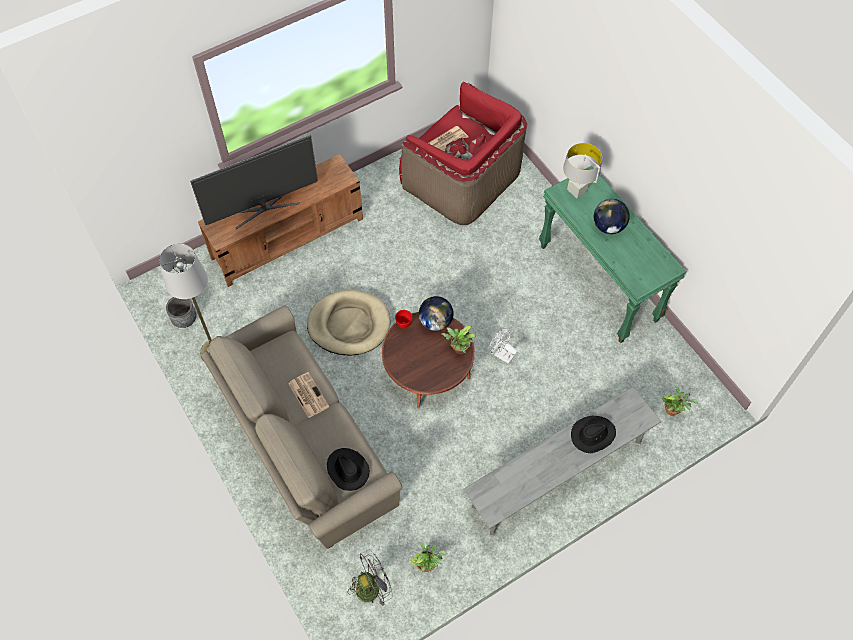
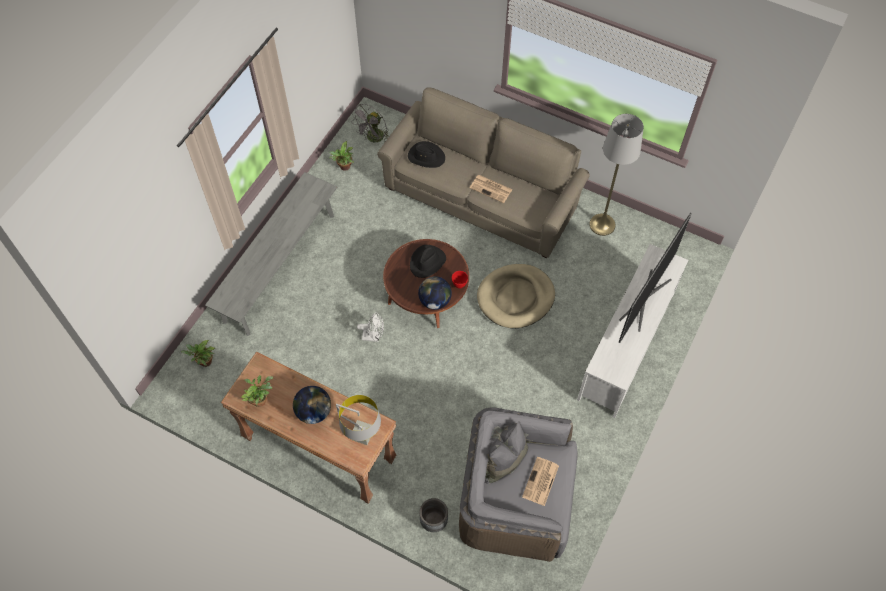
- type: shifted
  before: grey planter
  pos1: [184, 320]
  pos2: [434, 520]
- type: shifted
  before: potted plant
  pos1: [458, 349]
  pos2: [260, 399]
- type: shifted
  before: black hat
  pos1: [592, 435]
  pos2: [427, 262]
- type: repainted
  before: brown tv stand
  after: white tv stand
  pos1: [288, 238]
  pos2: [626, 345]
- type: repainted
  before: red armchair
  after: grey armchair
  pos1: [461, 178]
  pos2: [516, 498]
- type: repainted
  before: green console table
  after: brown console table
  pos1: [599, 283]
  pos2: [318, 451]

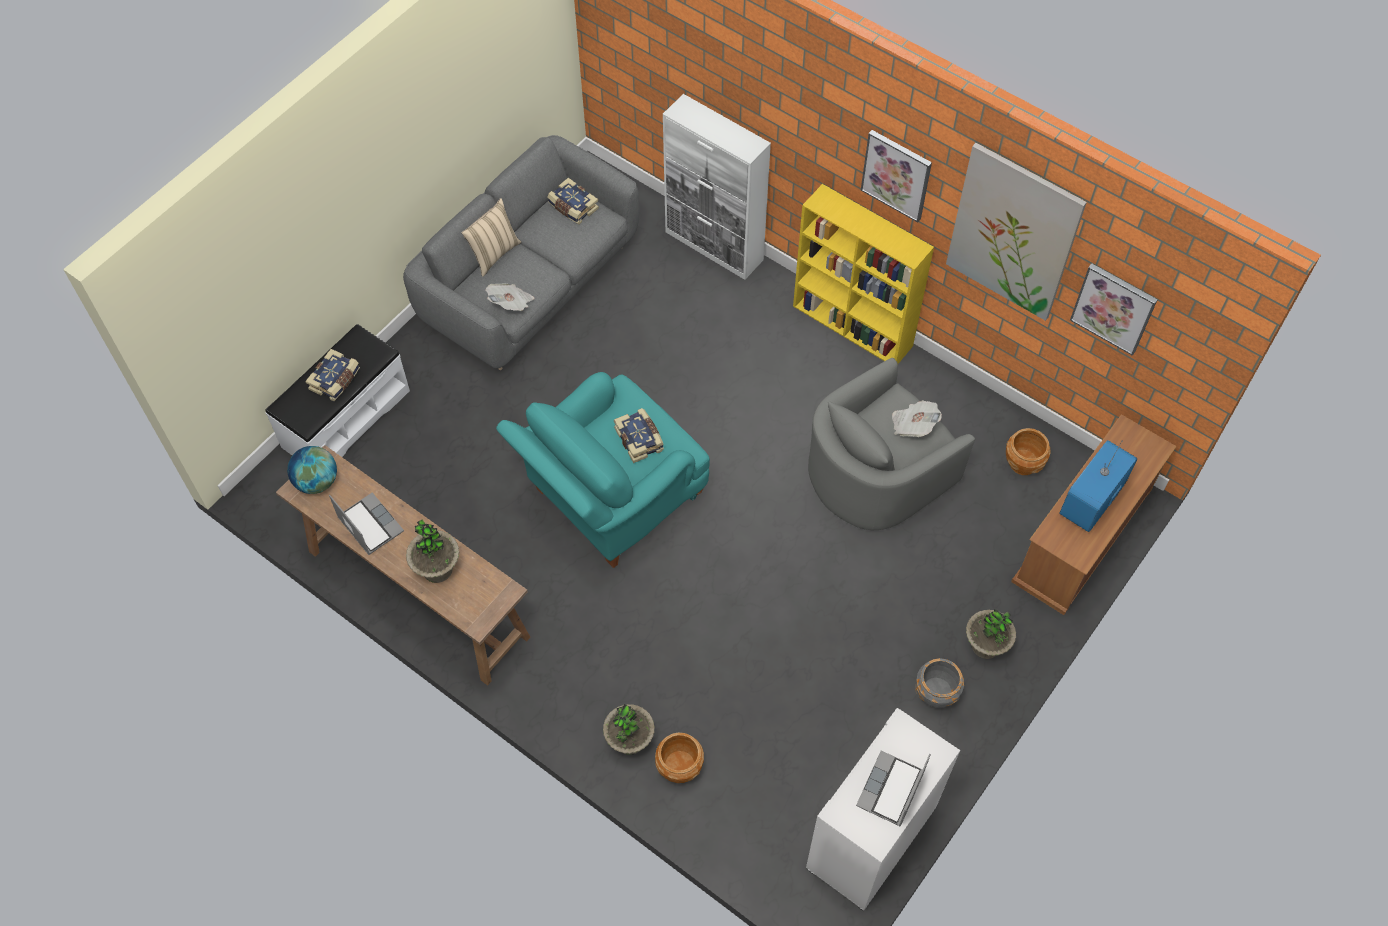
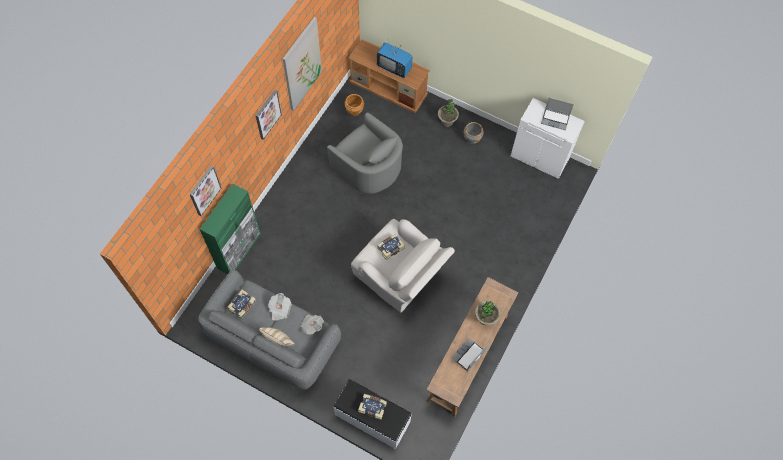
- type: gone
  before: globe
  pos1: [317, 481]
- type: gone
  before: potted plant
  pos1: [629, 740]
- type: gone
  before: brown planter
  pos1: [679, 767]
- type: gone
  before: yellow bookcase
  pos1: [853, 326]
- type: shifted
  before: newspaper
  pos1: [913, 425]
  pos2: [279, 309]
- type: shifted
  before: picture
  pos1: [1113, 308]
  pos2: [204, 190]
- type: repainted
  before: turquoise armchair
  after: white armchair
  pos1: [610, 498]
  pos2: [400, 278]
- type: repainted
  before: white cabinet
  after: green cabinet
  pos1: [714, 246]
  pos2: [239, 250]

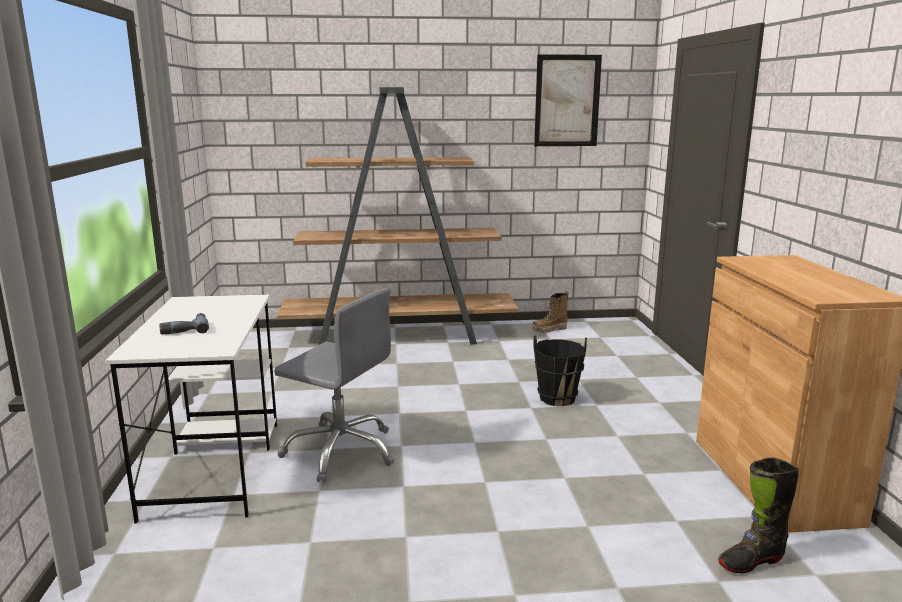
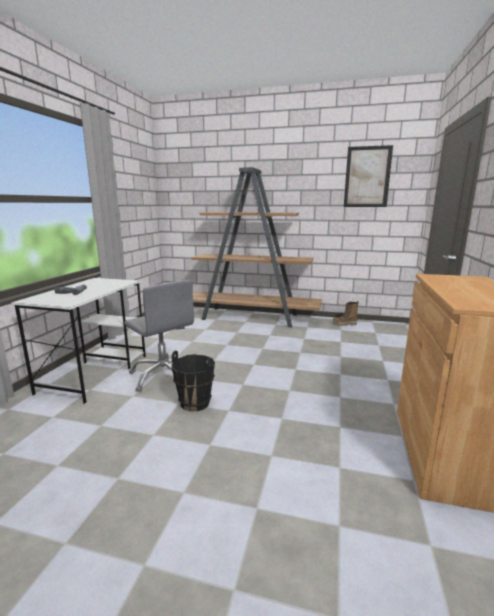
- type: gone
  before: black boot
  pos1: [751, 561]
- type: shifted
  before: black bucket
  pos1: [557, 398]
  pos2: [195, 403]

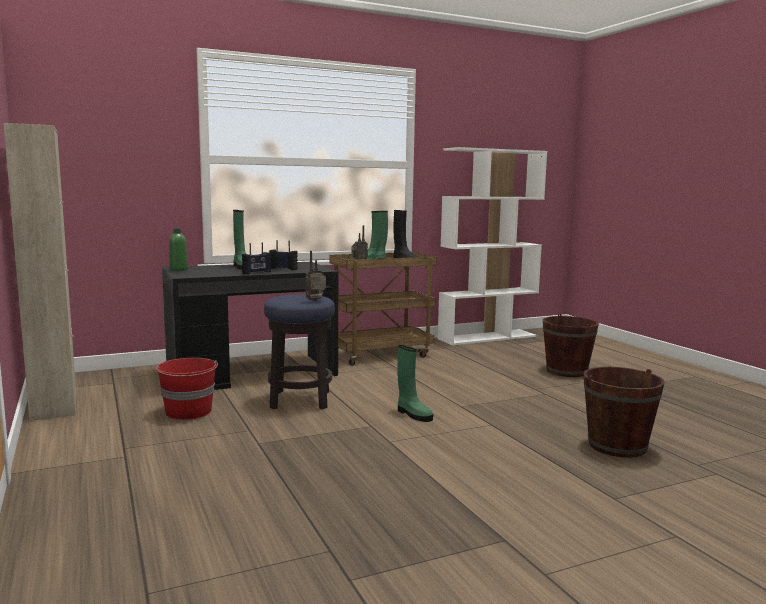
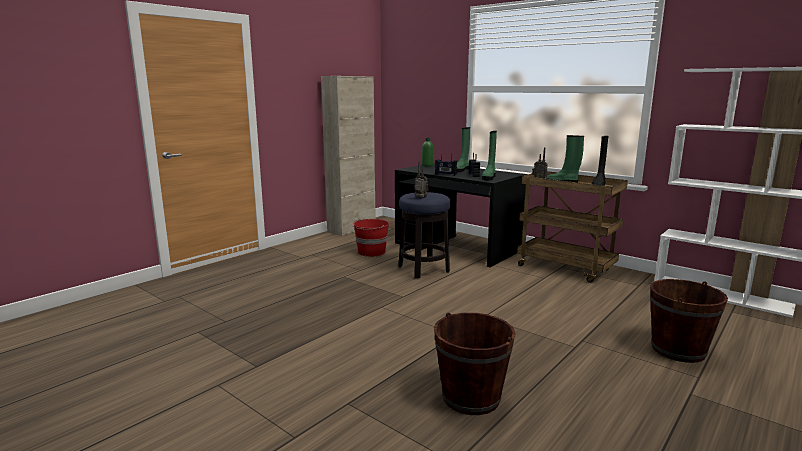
- type: shifted
  before: green boot
  pos1: [413, 414]
  pos2: [489, 177]

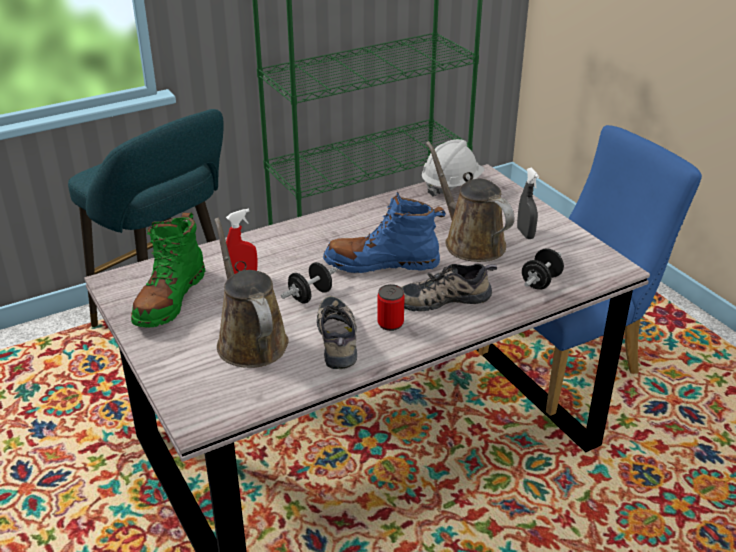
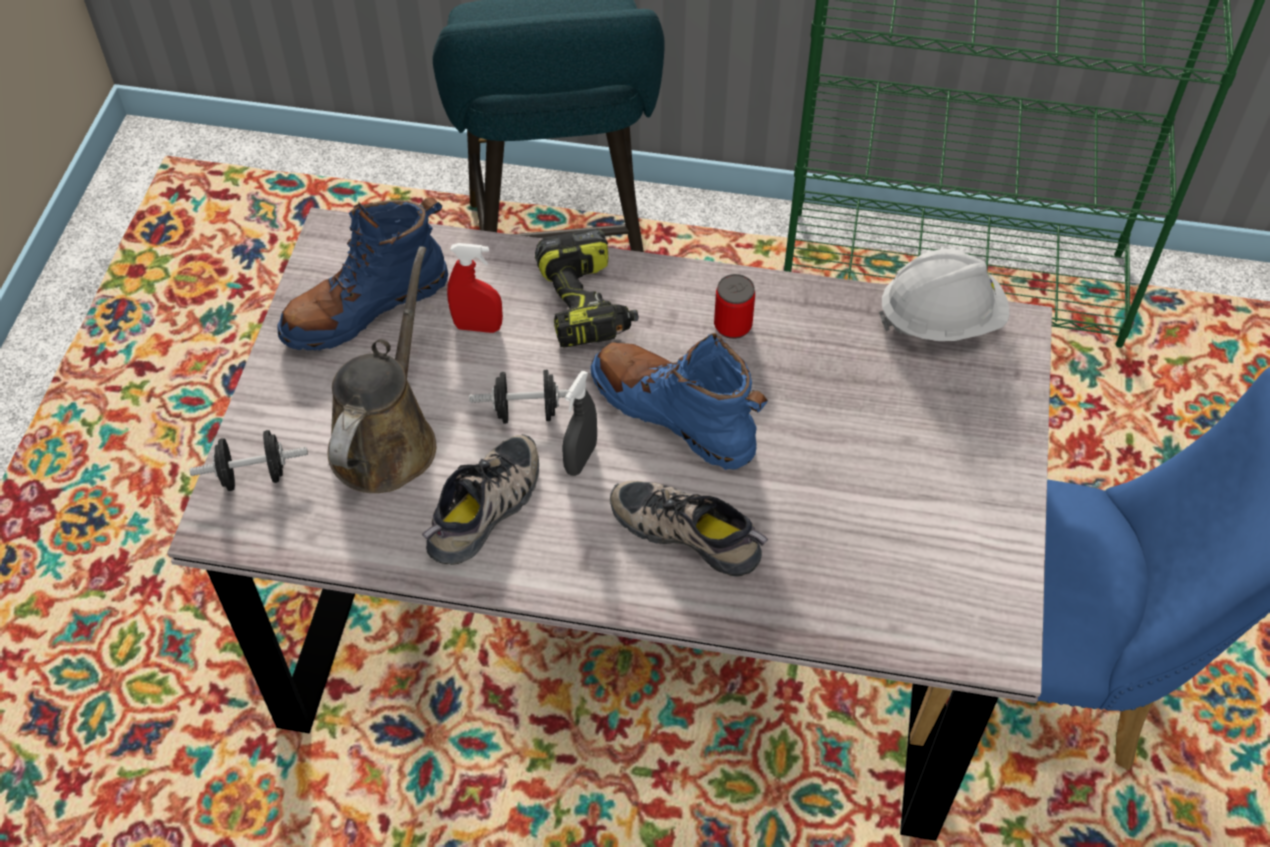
- type: gone
  before: brown watering can
  pos1: [470, 242]
- type: new
  after: power drill
  pos2: [587, 304]
- type: shifted
  before: can
  pos1: [390, 323]
  pos2: [733, 325]
- type: shifted
  before: grey spray bottle
  pos1: [525, 233]
  pos2: [580, 458]
- type: shifted
  before: black dumbbell
  pos1: [541, 282]
  pos2: [254, 475]
- type: repainted
  before: green boot
  after: blue boot
  pos1: [170, 299]
  pos2: [365, 307]

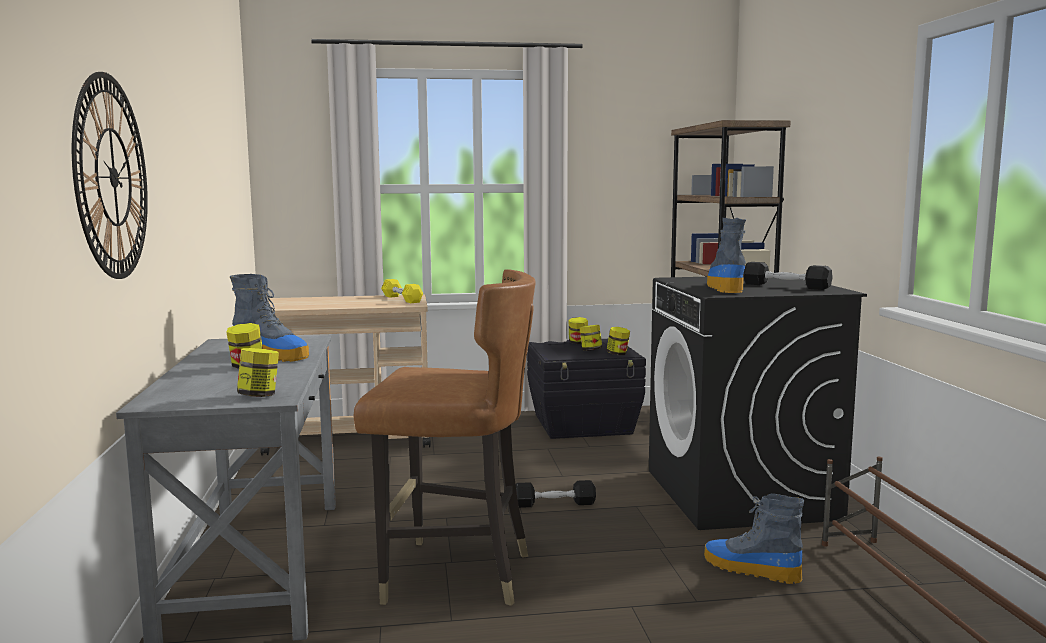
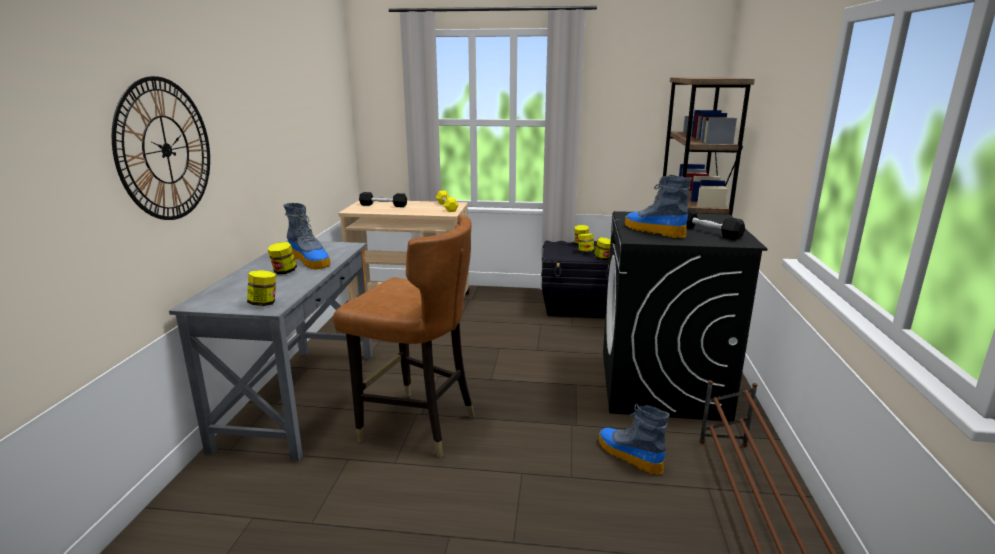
- type: shifted
  before: black dumbbell
  pos1: [554, 504]
  pos2: [383, 205]
- type: rotated
  before: boot
  pos1: [724, 288]
  pos2: [653, 231]
  turn: -60

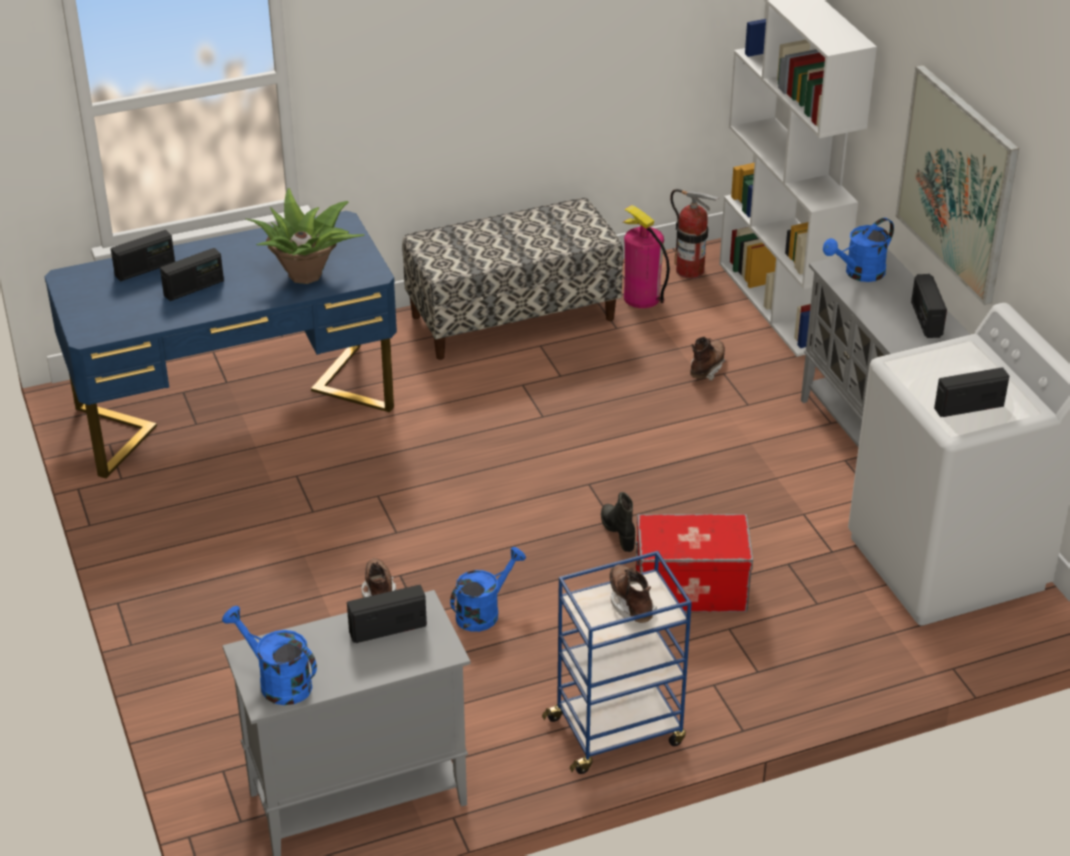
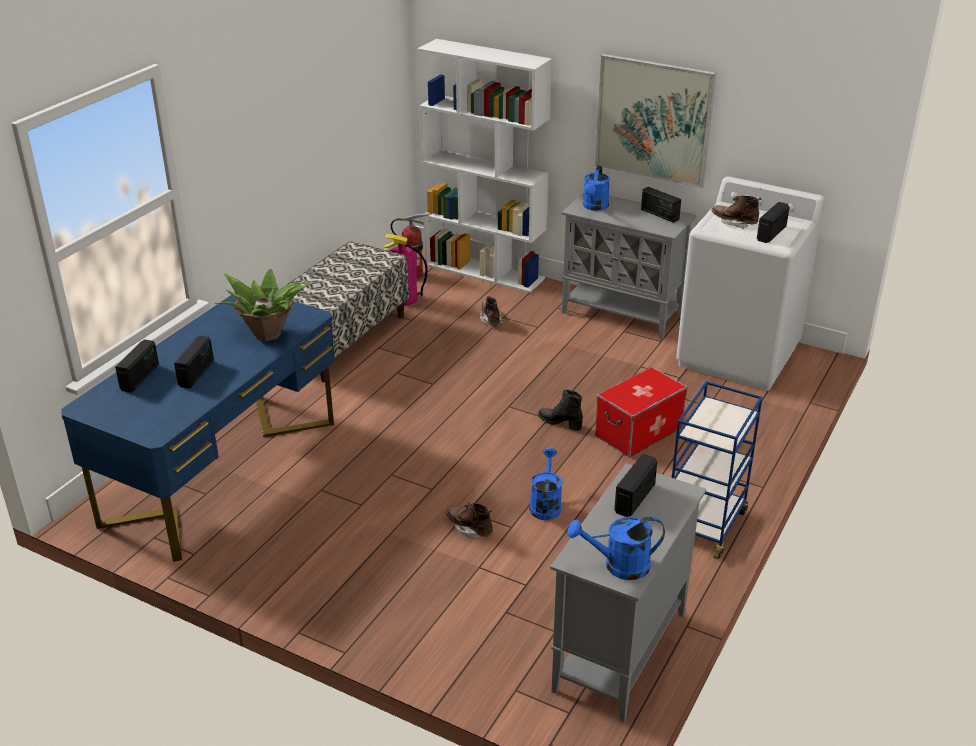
- type: shifted
  before: brown boot
  pos1: [631, 603]
  pos2: [734, 222]

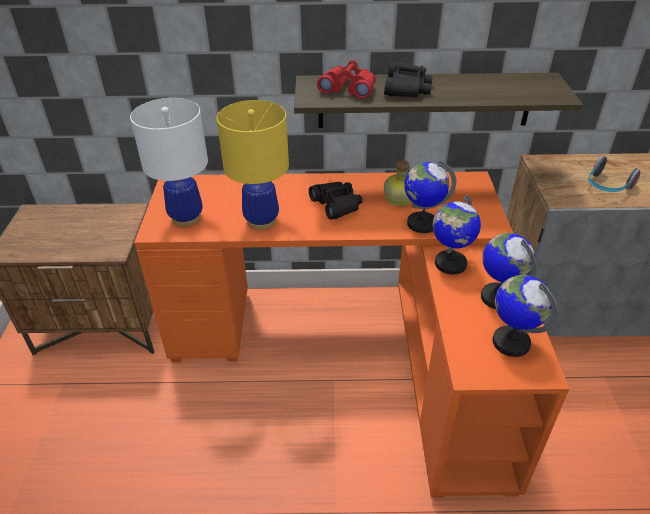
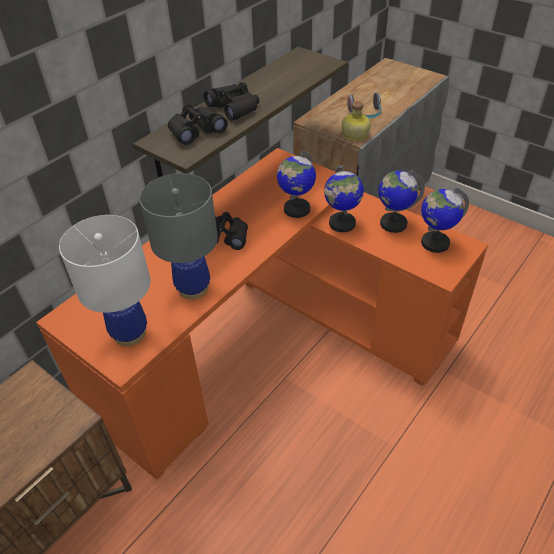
- type: shifted
  before: bottle
  pos1: [398, 198]
  pos2: [354, 135]
- type: repainted
  before: yellow table lamp
  after: grey table lamp
  pos1: [261, 221]
  pos2: [193, 288]
- type: repainted
  before: red binoculars
  after: black binoculars
  pos1: [348, 89]
  pos2: [196, 131]

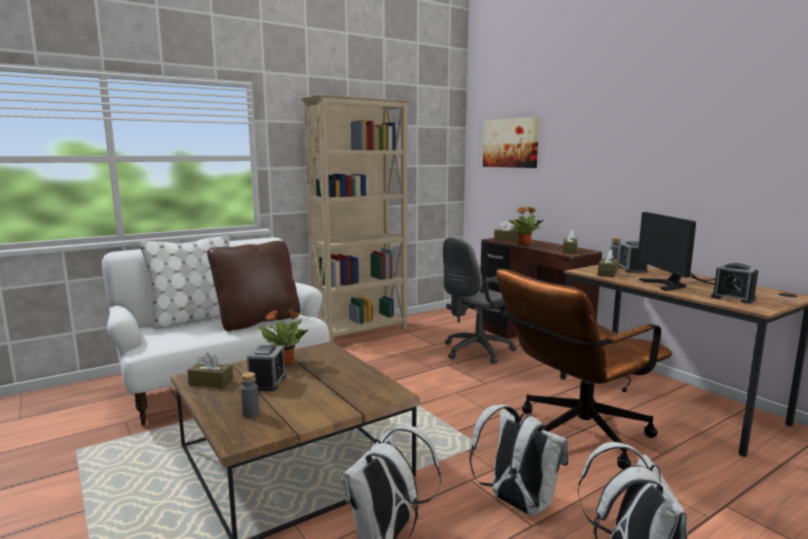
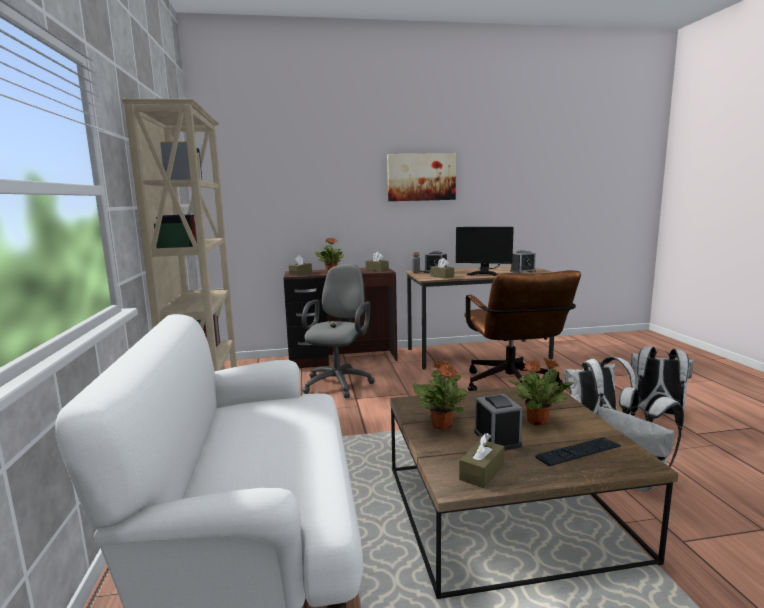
- type: gone
  before: white pillow
  pos1: [197, 318]
- type: gone
  before: brown pillow
  pos1: [258, 321]
- type: new
  after: potted plant
  pos2: [538, 421]
- type: shifted
  before: picture
  pos1: [510, 143]
  pos2: [421, 177]
- type: swapped
  before: grey bottle
  after: keyboard
  pos1: [250, 413]
  pos2: [578, 453]
- type: rotated
  before: alarm clock
  pos1: [267, 382]
  pos2: [497, 439]
  turn: 45
- type: rotated
  before: grey office chair
  pos1: [474, 351]
  pos2: [339, 382]
  turn: -150

